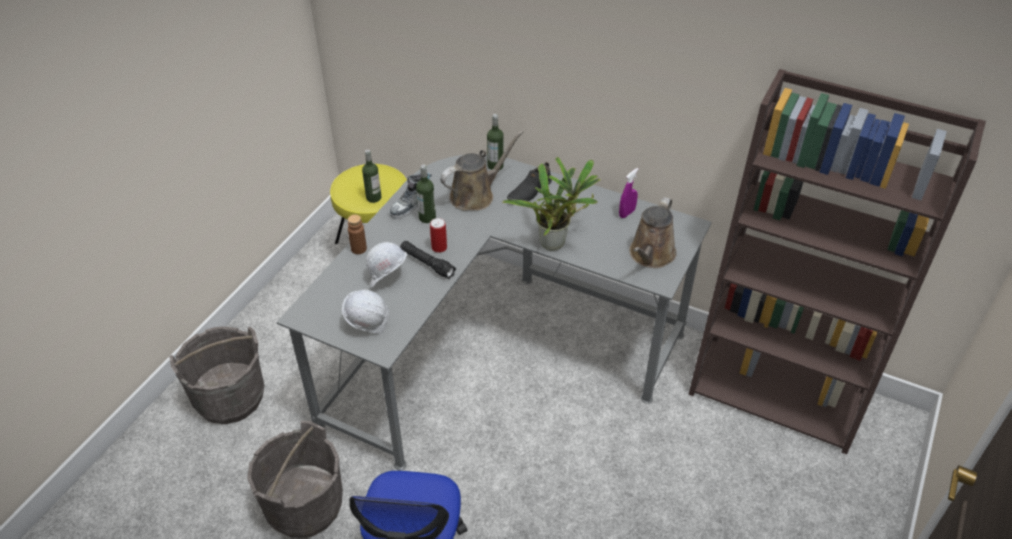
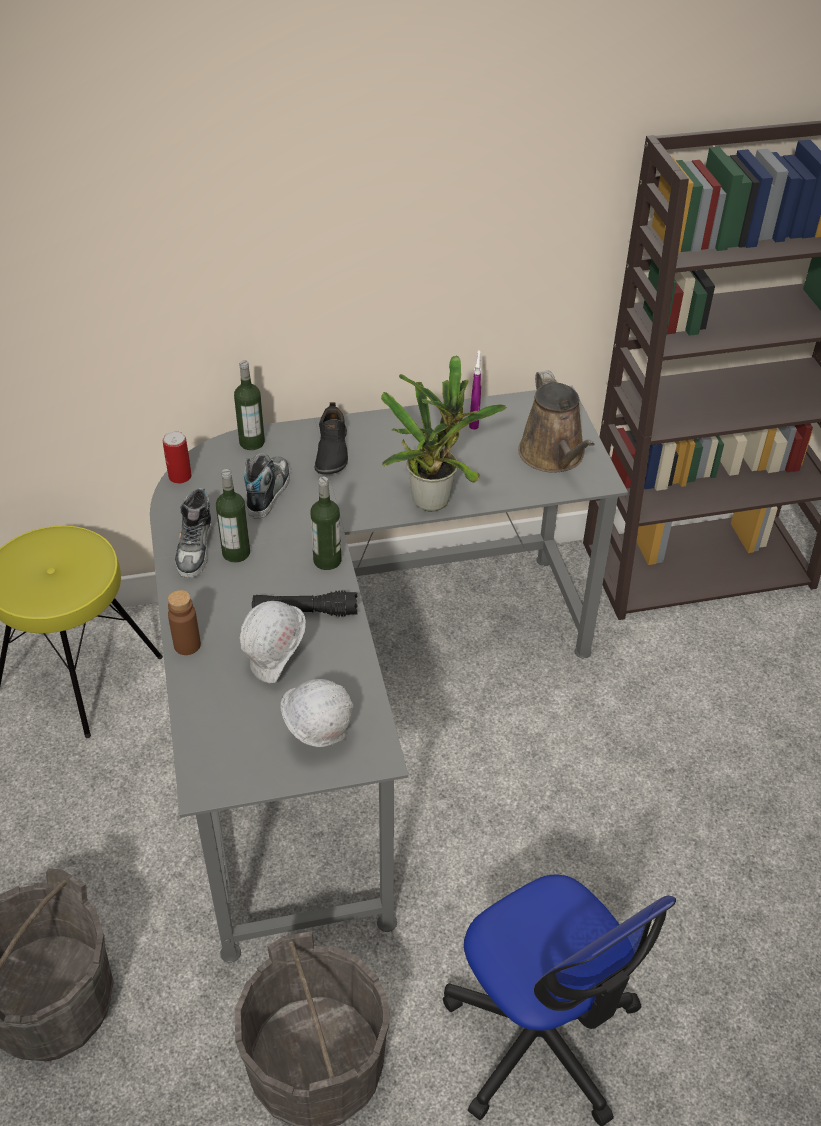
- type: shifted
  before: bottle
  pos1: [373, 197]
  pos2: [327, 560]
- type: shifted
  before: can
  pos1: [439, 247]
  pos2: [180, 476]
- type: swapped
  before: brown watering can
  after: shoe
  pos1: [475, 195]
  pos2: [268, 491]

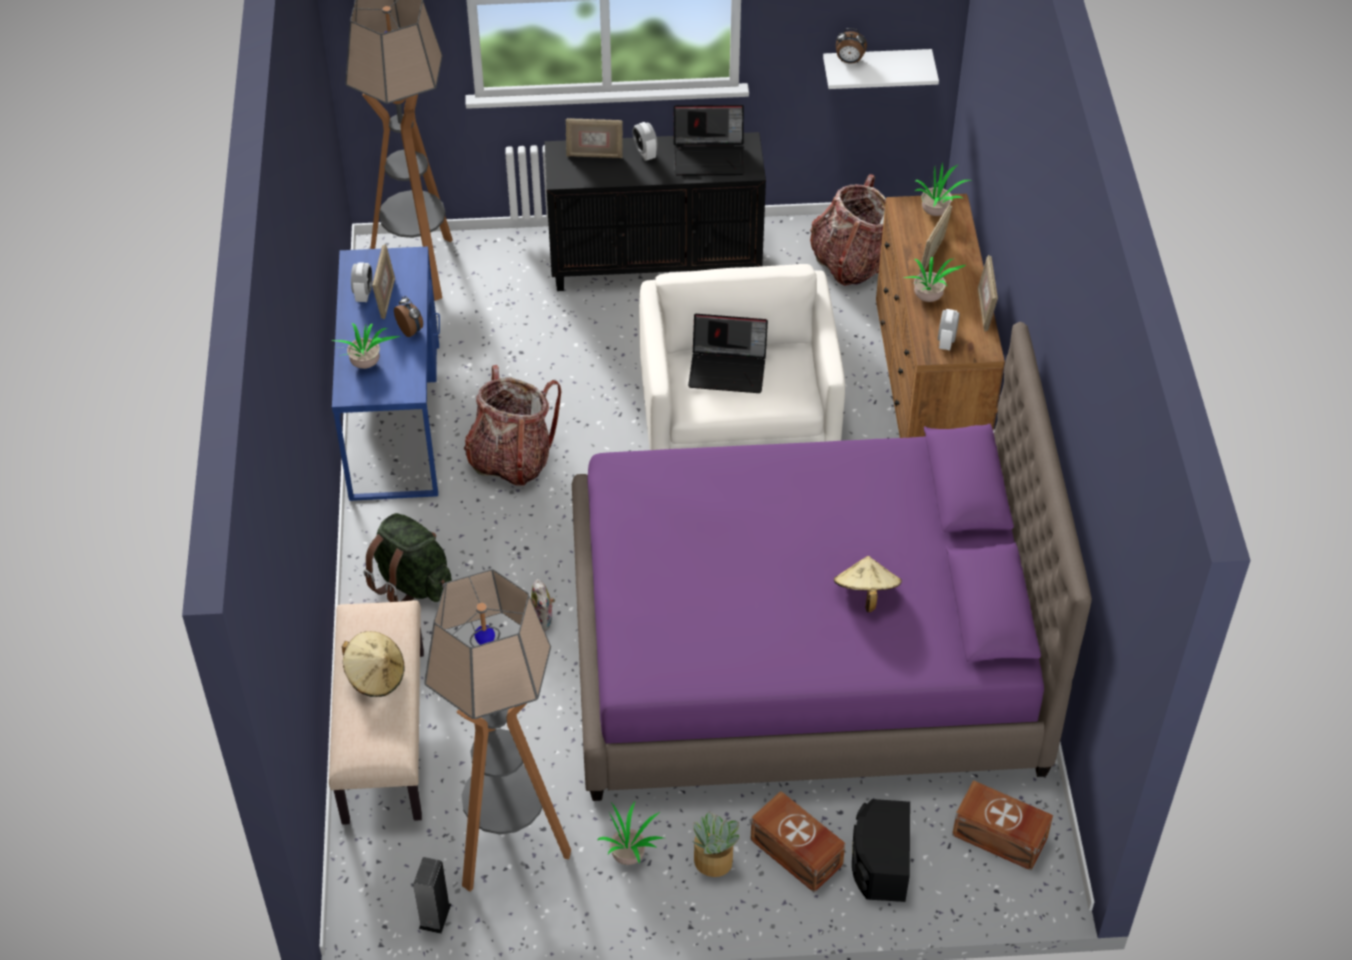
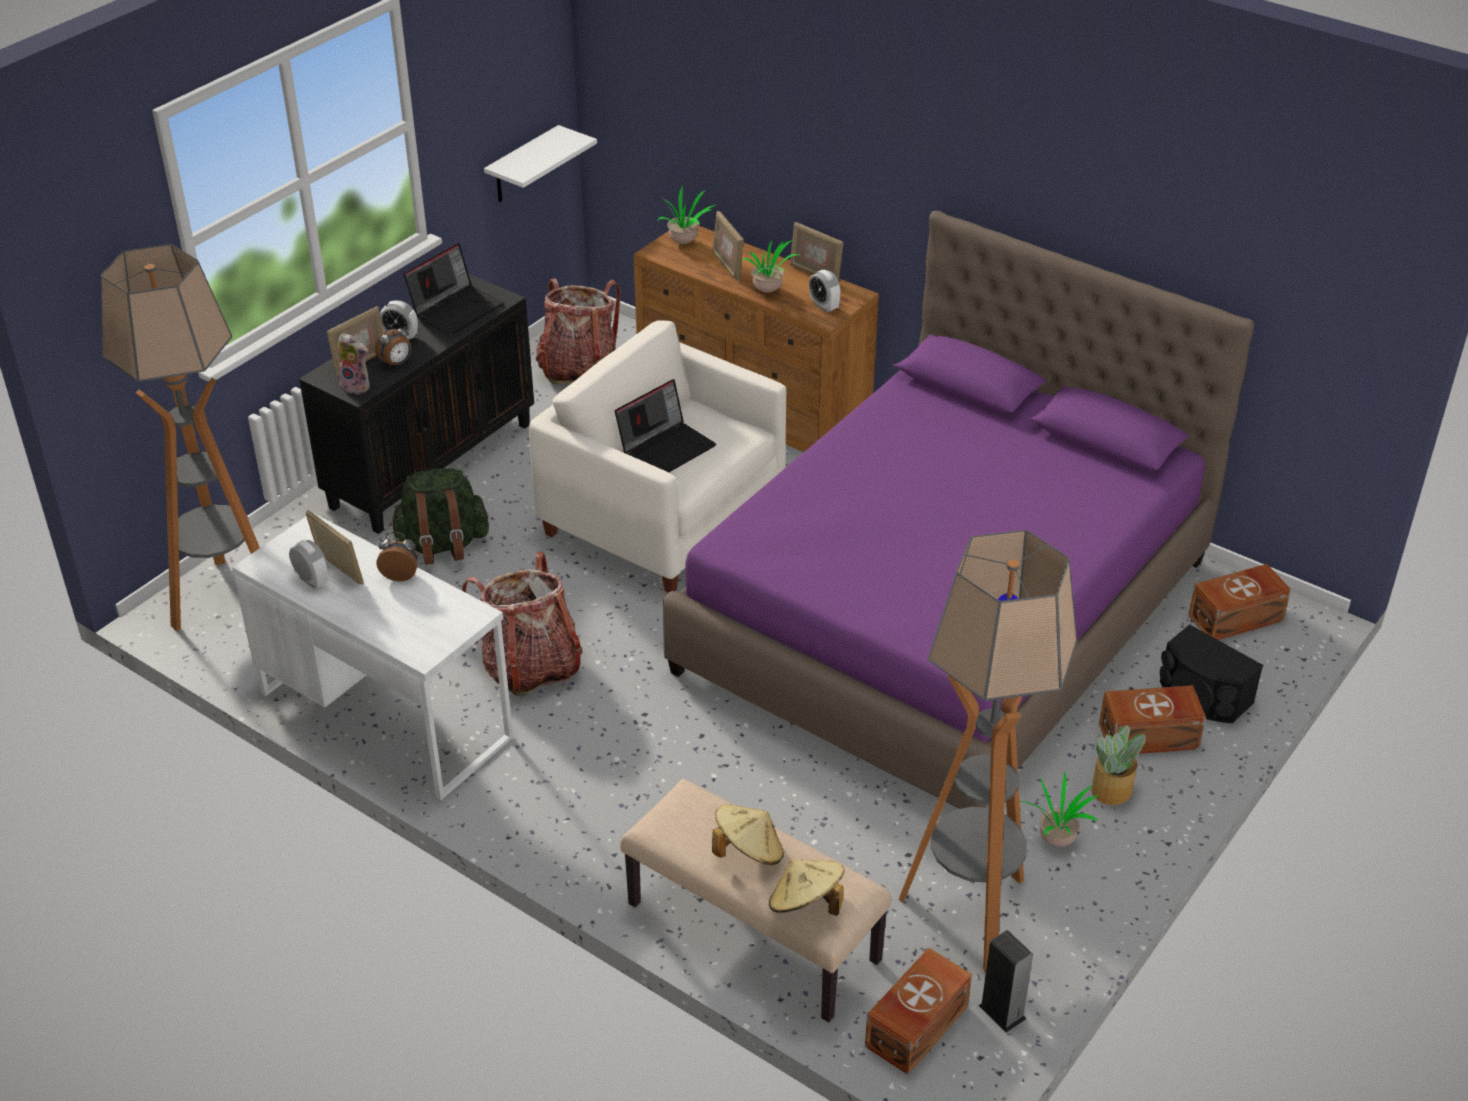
- type: gone
  before: potted plant
  pos1: [366, 366]
- type: new
  after: brown storage box
  pos2: [914, 1026]
- type: shifted
  before: green backpack
  pos1: [412, 583]
  pos2: [442, 545]
- type: shifted
  before: plush toy
  pos1: [543, 620]
  pos2: [357, 386]
- type: shifted
  before: beige hat
  pos1: [865, 594]
  pos2: [806, 904]
- type: shifted
  before: alarm clock
  pos1: [849, 61]
  pos2: [396, 363]
- type: repainted
  before: blue desk
  after: white desk
  pos1: [396, 419]
  pos2: [385, 714]

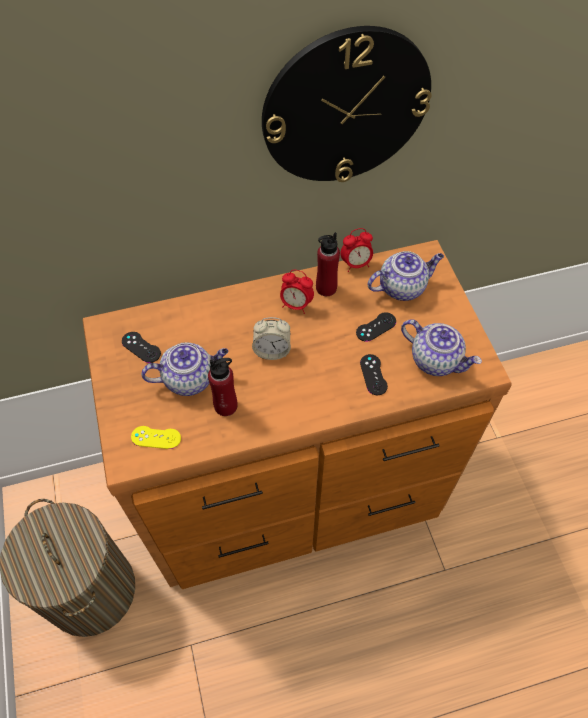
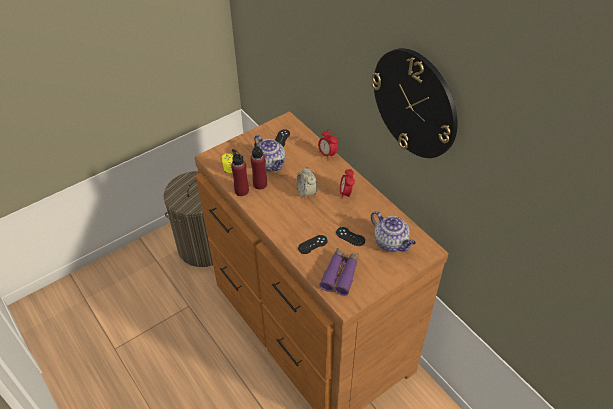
- type: shifted
  before: red bottle
  pos1: [326, 288]
  pos2: [241, 191]
- type: shifted
  before: alarm clock
  pos1: [356, 264]
  pos2: [327, 154]
- type: swapped
  before: teapot
  after: purple binoculars
  pos1: [436, 360]
  pos2: [340, 274]

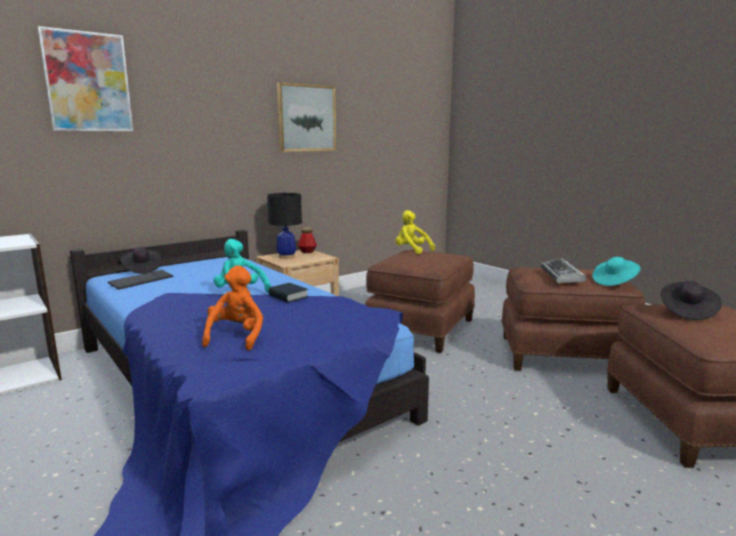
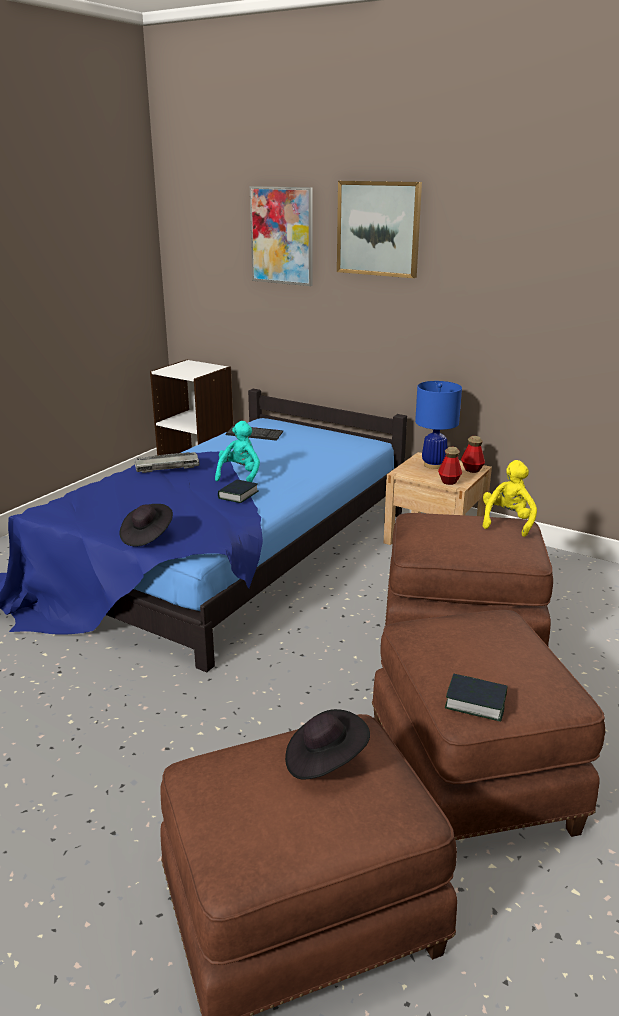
- type: gone
  before: orange plush toy
  pos1: [236, 337]
- type: new
  after: bottle
  pos2: [449, 481]
- type: shifted
  before: black hat
  pos1: [142, 269]
  pos2: [147, 536]
- type: shifted
  before: picture
  pos1: [306, 118]
  pos2: [378, 228]
- type: shifted
  before: keyboard
  pos1: [562, 276]
  pos2: [166, 466]
- type: swapped
  before: turquoise hat
  after: book
  pos1: [614, 282]
  pos2: [475, 702]
- type: repainted
  before: black table lamp
  after: blue table lamp
  pos1: [286, 256]
  pos2: [433, 465]

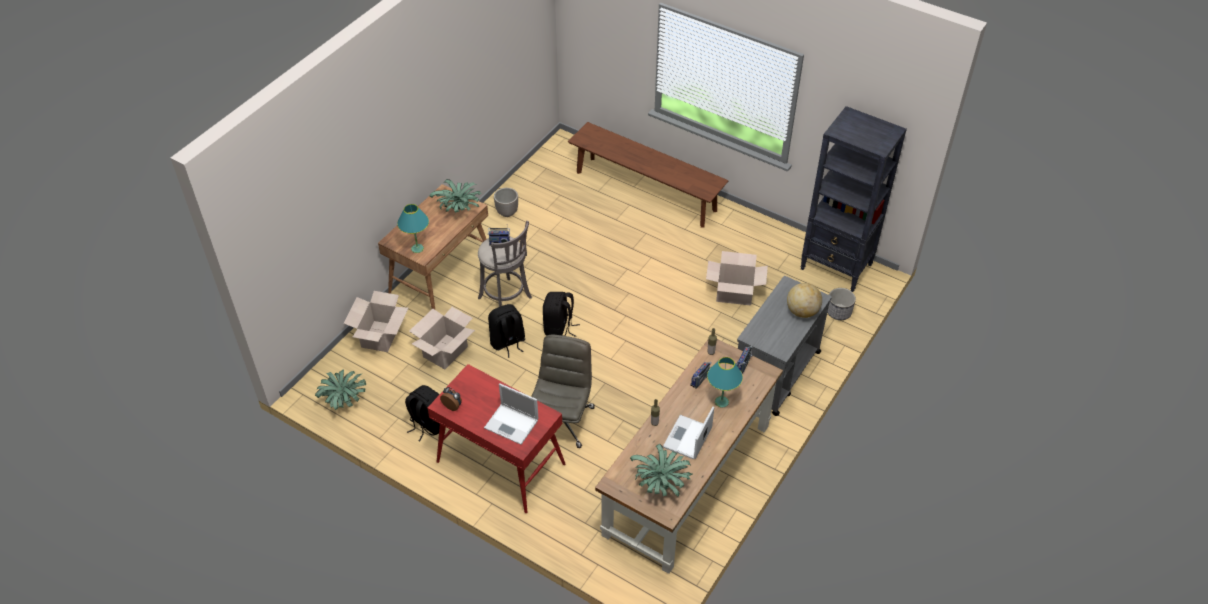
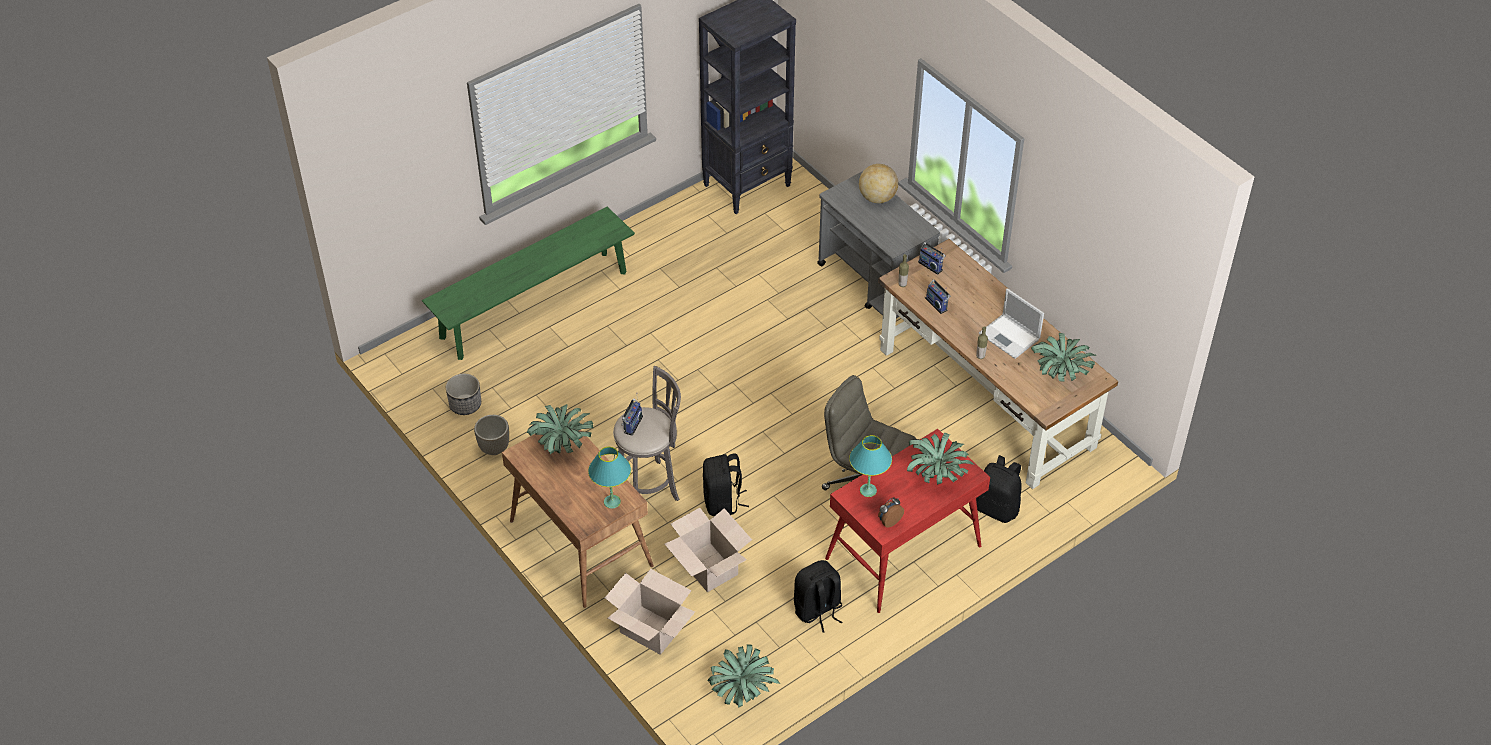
- type: gone
  before: cardboard box
  pos1: [734, 293]
- type: shifted
  before: black backpack
  pos1: [559, 328]
  pos2: [997, 508]
- type: shifted
  before: turquoise table lamp
  pos1: [721, 402]
  pos2: [868, 490]
- type: shifted
  before: planter
  pos1: [839, 312]
  pos2: [465, 404]
- type: swapped
  before: laptop
  after: potted plant
  pos1: [512, 424]
  pos2: [937, 474]
- type: repainted
  before: brown bench
  after: green bench
  pos1: [645, 191]
  pos2: [534, 304]

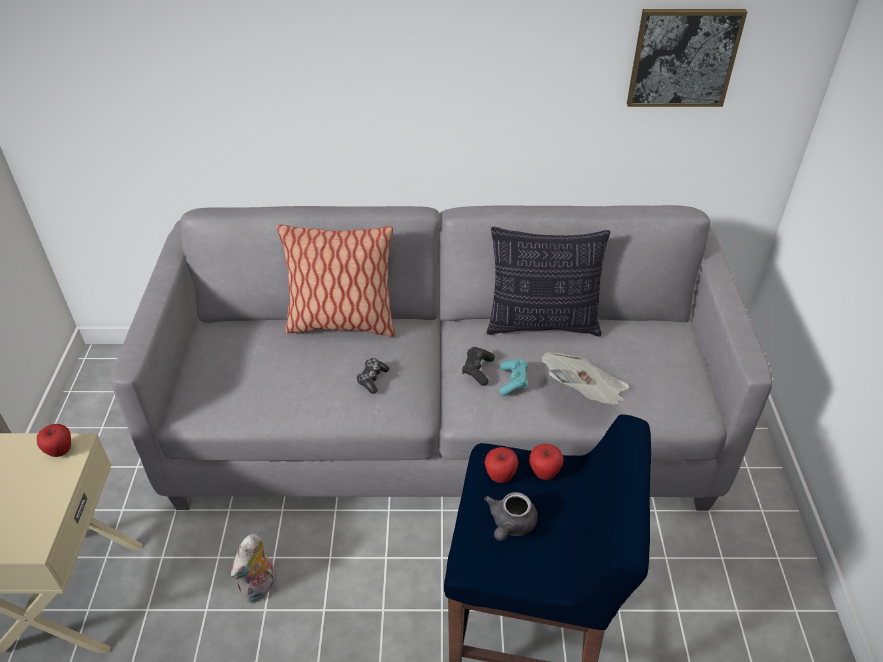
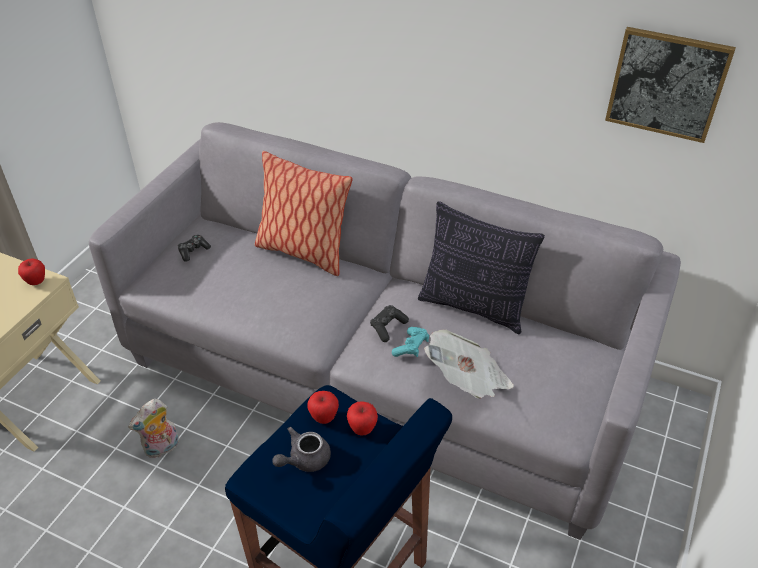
- type: shifted
  before: game controller
  pos1: [372, 379]
  pos2: [193, 251]

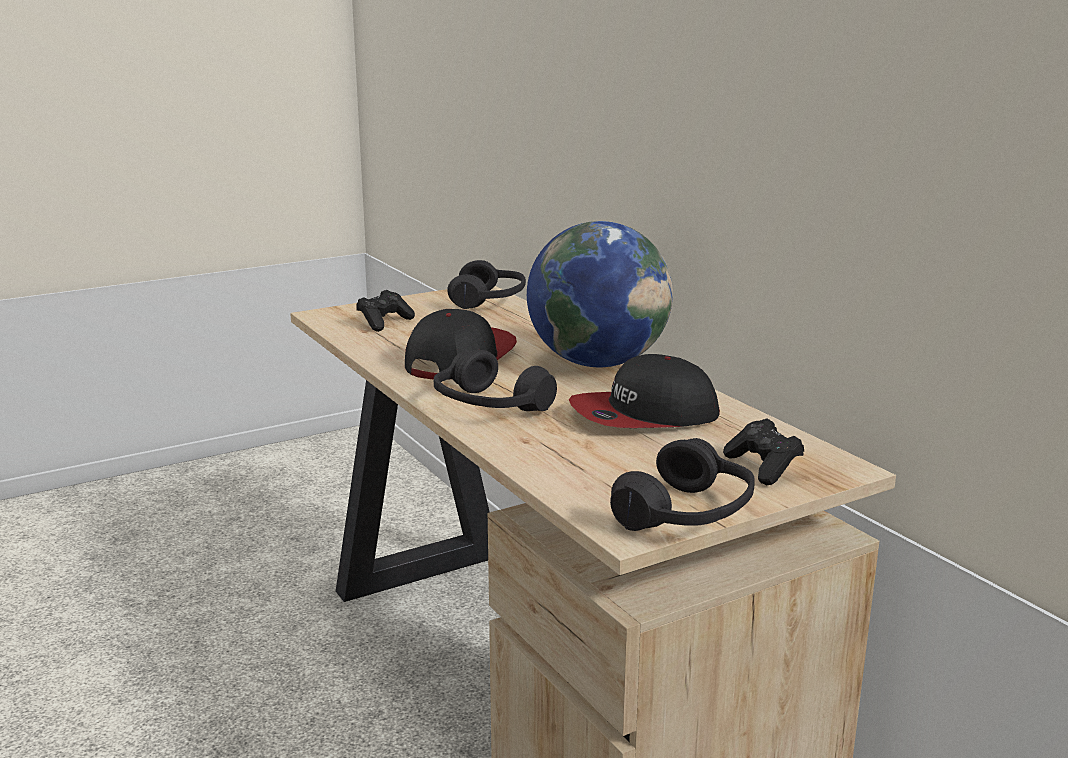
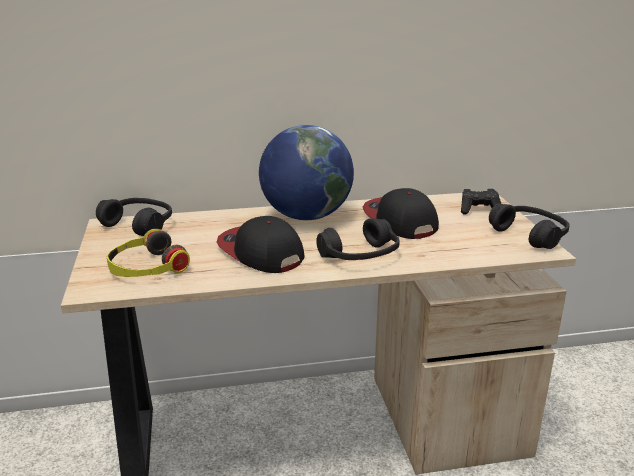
- type: swapped
  before: black game controller
  after: headphones
  pos1: [384, 322]
  pos2: [146, 267]
- type: rotated
  before: cap
  pos1: [644, 415]
  pos2: [399, 220]
  turn: 150

